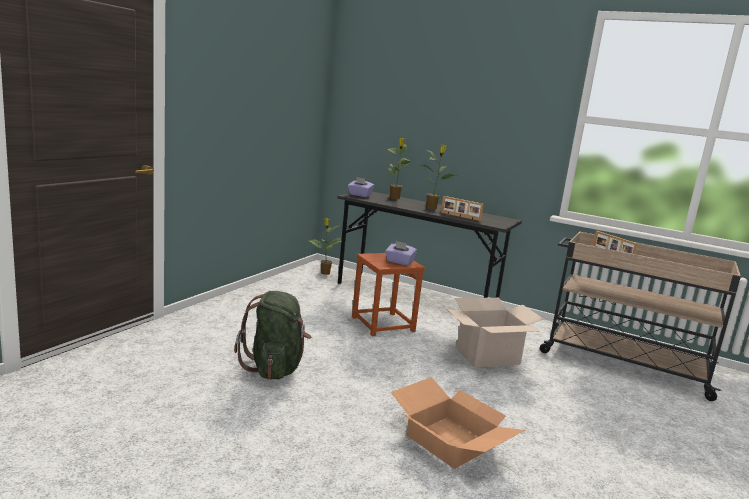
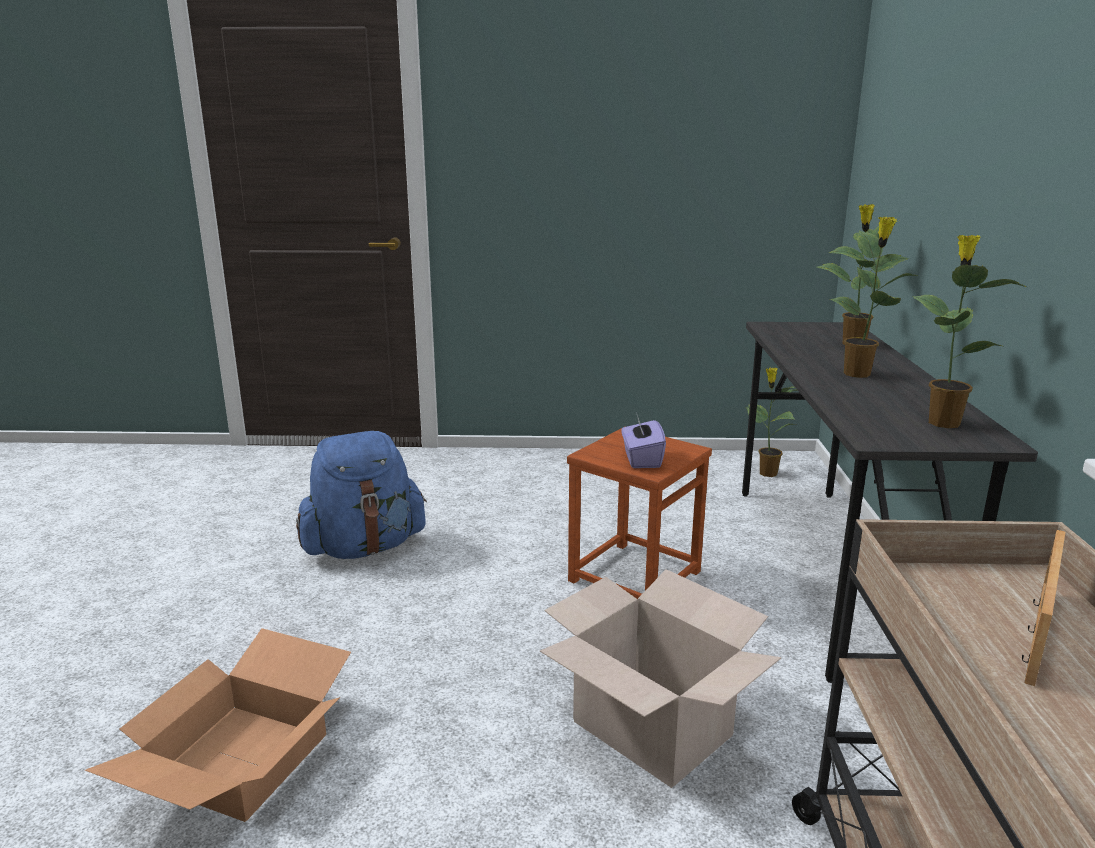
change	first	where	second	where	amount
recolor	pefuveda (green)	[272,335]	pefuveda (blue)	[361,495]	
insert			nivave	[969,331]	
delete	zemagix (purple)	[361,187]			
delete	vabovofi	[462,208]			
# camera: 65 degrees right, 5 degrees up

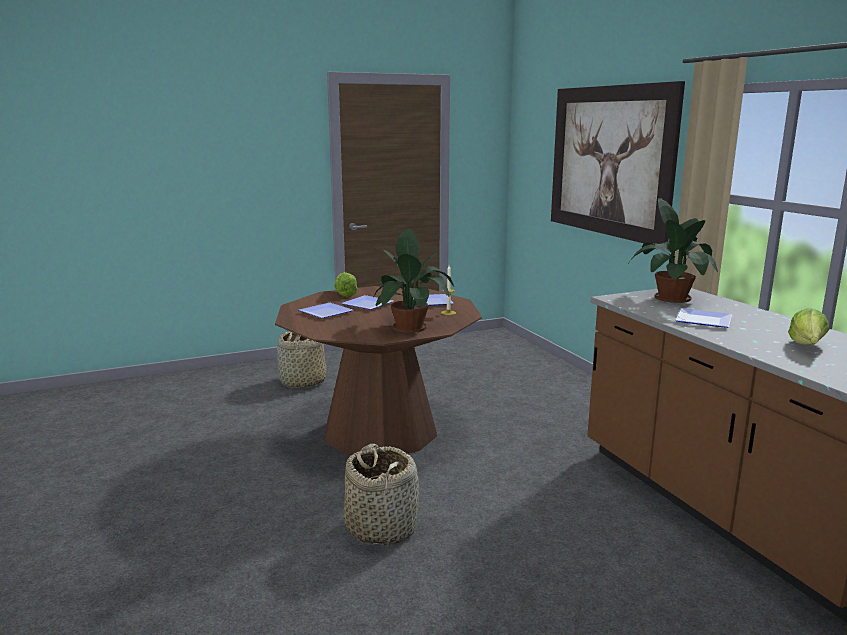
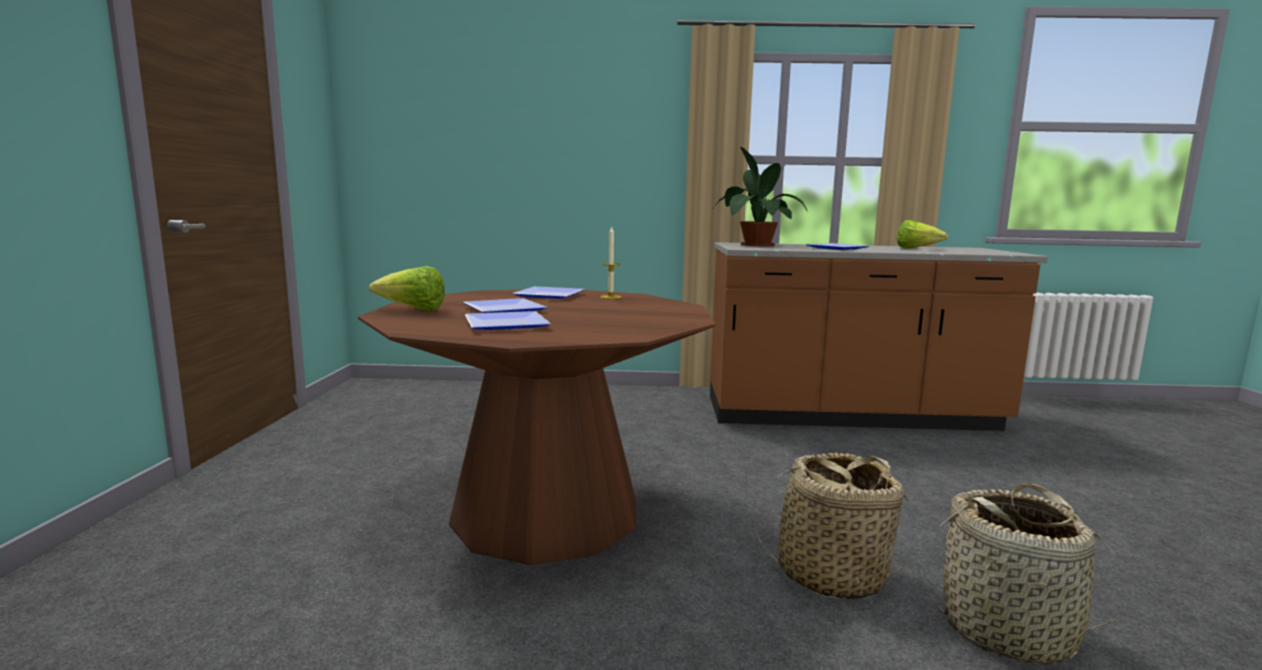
change	first	where	second	where	amount
move	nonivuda	[302,359]		[1028,574]	
delete	nivave	[413,281]			
delete	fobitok	[618,162]			
# camera: 65 degrees left, 5 degrees down

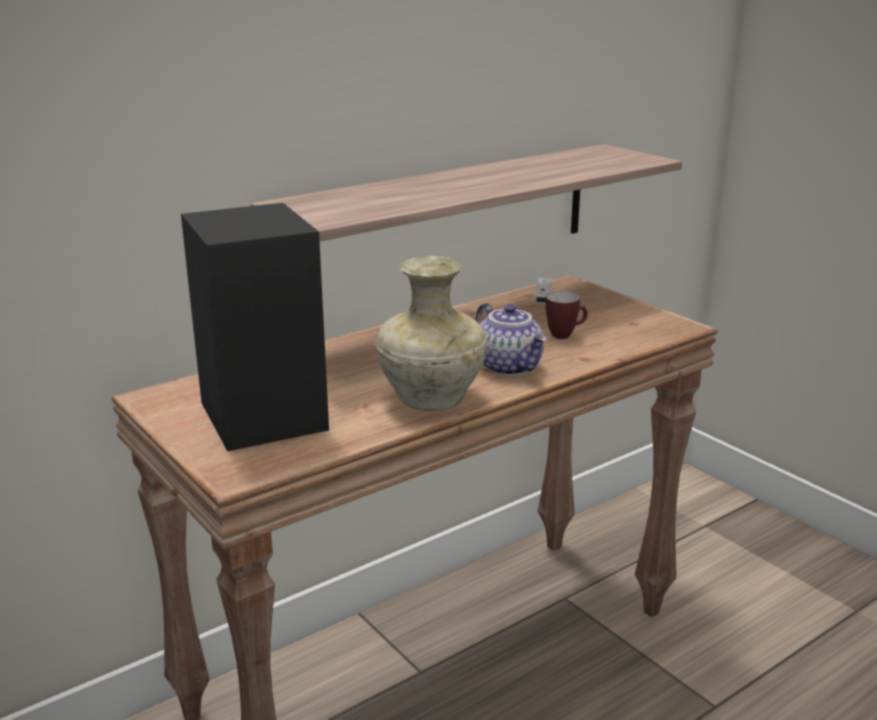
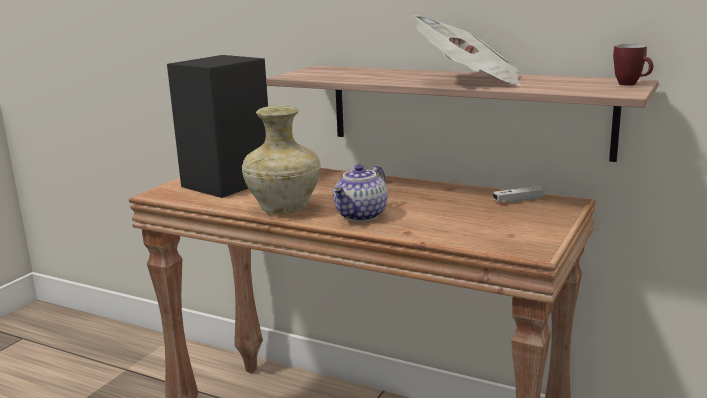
change	first	where	second	where	amount
insert			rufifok	[467,50]	
move	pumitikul	[566,315]		[633,65]	
# camera: 65 degrees right, 5 degrees down

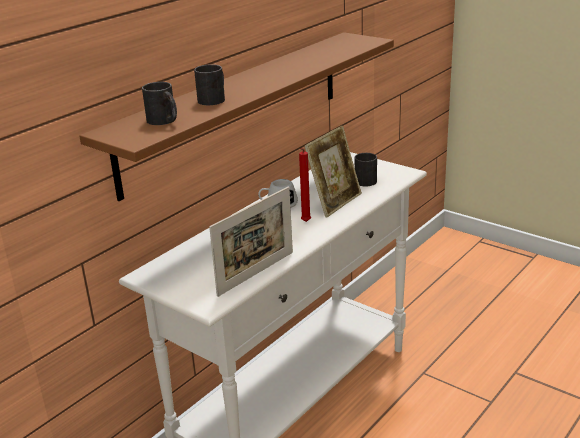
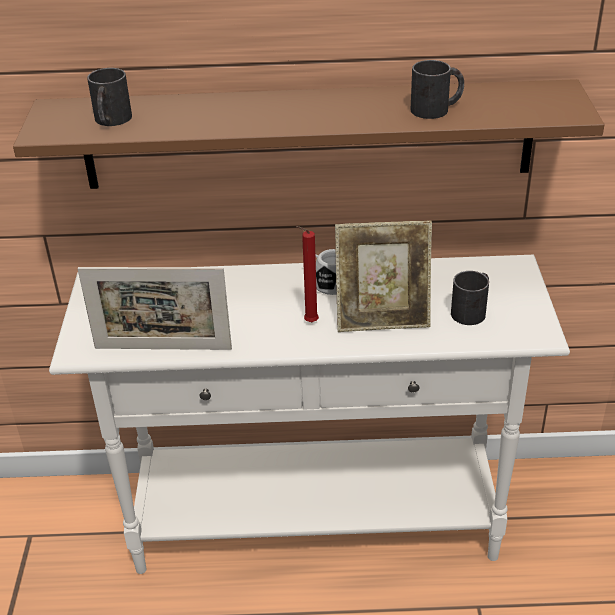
change	first	where	second	where	amount
move	pumitikul (black)	[209,84]		[437,89]	
# camera: 50 degrees right, 10 degrees up

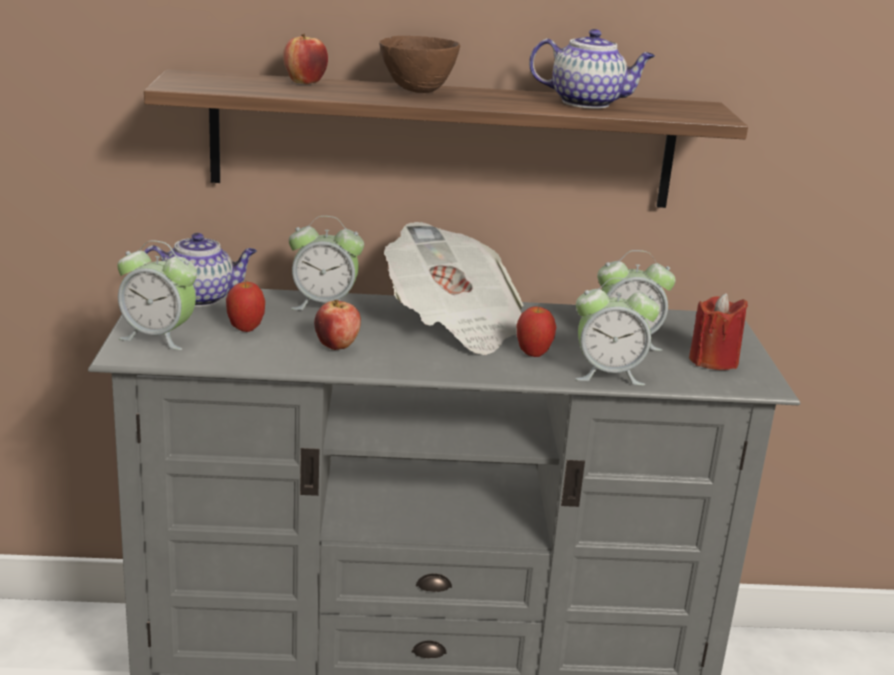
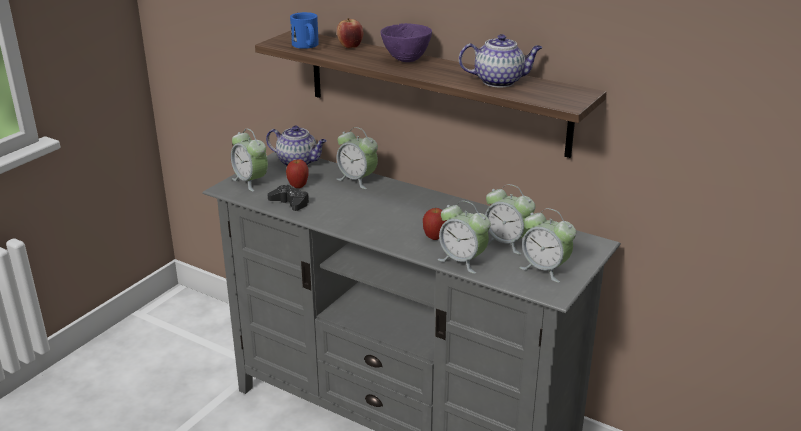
change	first	where	second	where	amount
insert			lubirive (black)	[288,198]	
insert			pumitikul (blue)	[304,30]	
recolor	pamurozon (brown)	[419,64]	pamurozon (purple)	[406,42]	
rotate	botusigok	[592,69]		[500,60]	45 degrees counterclockwise
replace	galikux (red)	[718,331]	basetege	[547,245]	
delete	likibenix	[337,325]			
delete	rufifok	[453,288]			
# camera: 35 degrees right, 5 degrees up

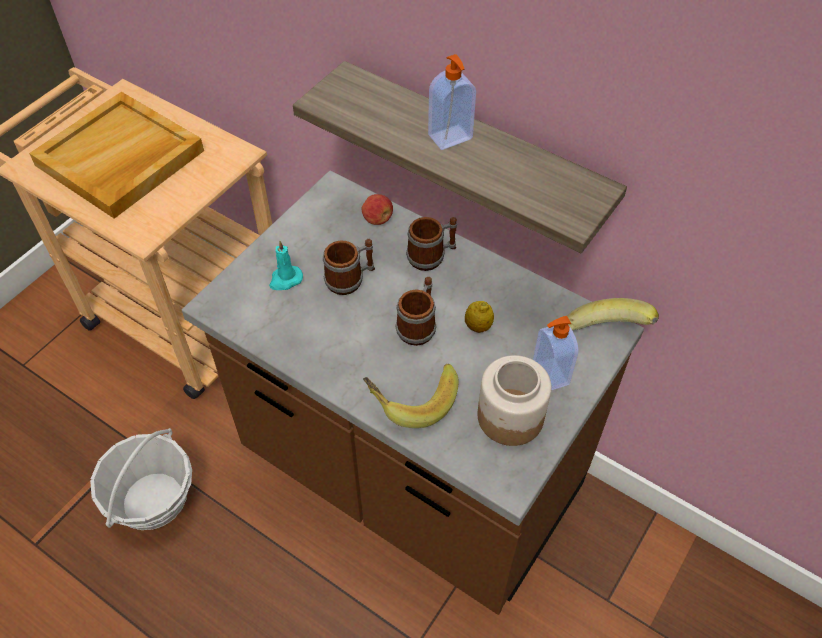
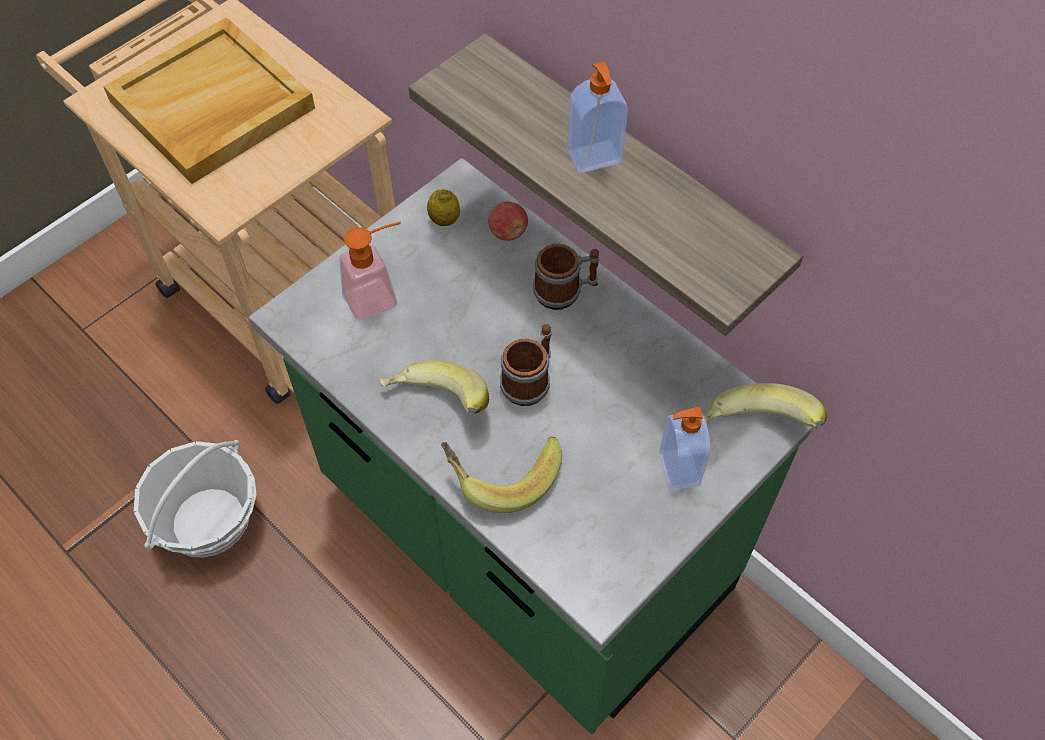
change	first	where	second	where	amount
recolor	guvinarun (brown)	[413,393]	guvinarun (green)	[531,446]	
replace	galikux (turquoise)	[286,265]	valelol	[370,271]	
insert			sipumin	[434,387]	
move	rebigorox	[479,317]		[443,207]	
delete	pumitikul	[349,267]			
delete	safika	[515,400]			
# camera: 10 degrees right, 5 degrees up

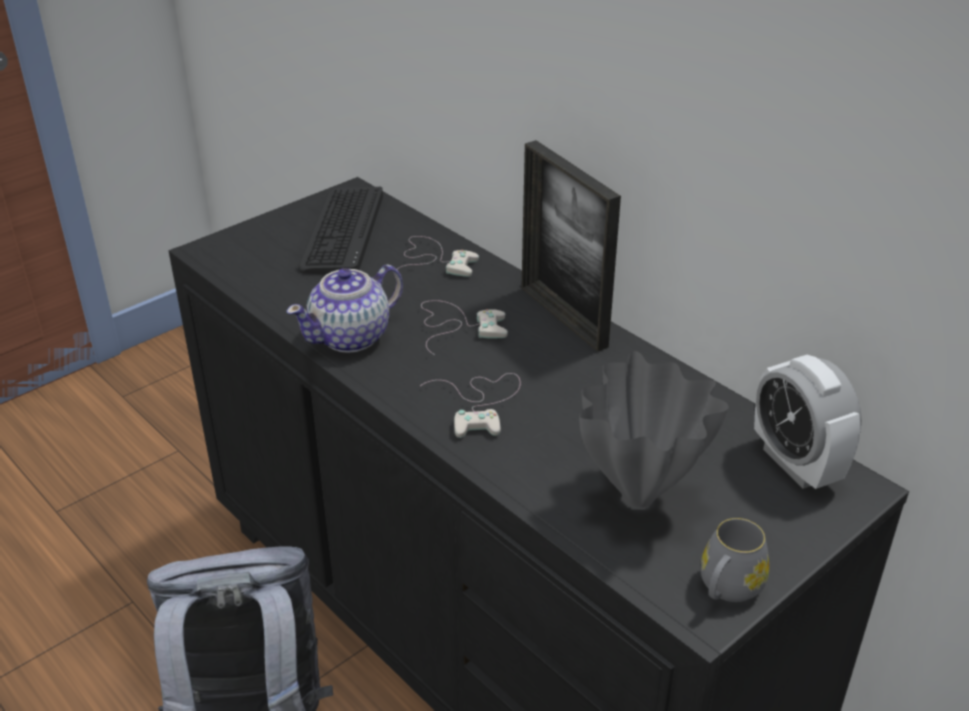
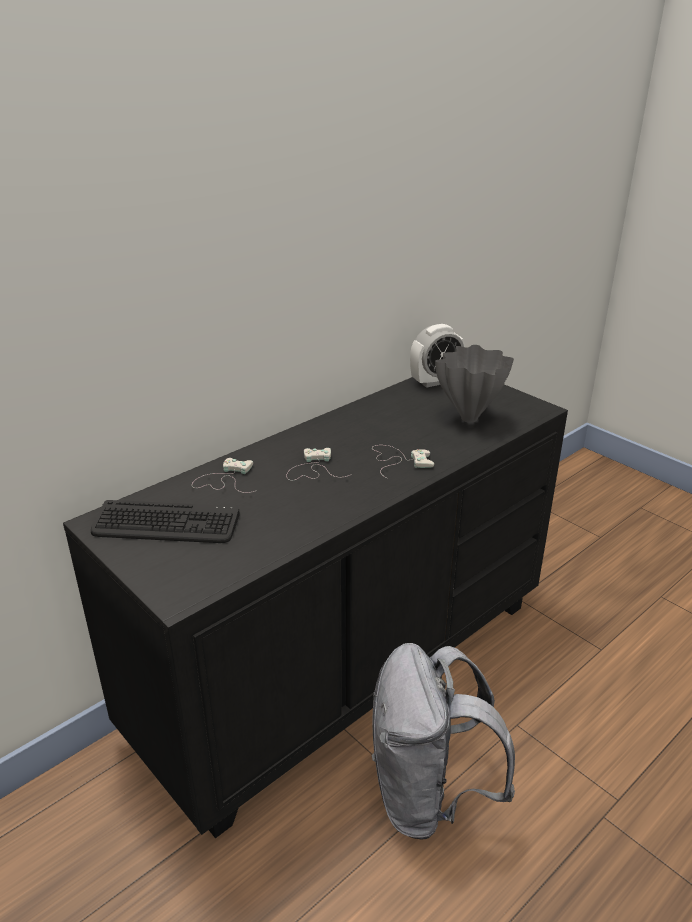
change	first	where	second	where	amount
delete	botusigok	[345,308]			
delete	vabovofi	[571,246]			
delete	pumitikul (grey)	[735,560]			
# camera: 90 degrees left, 5 degrees down

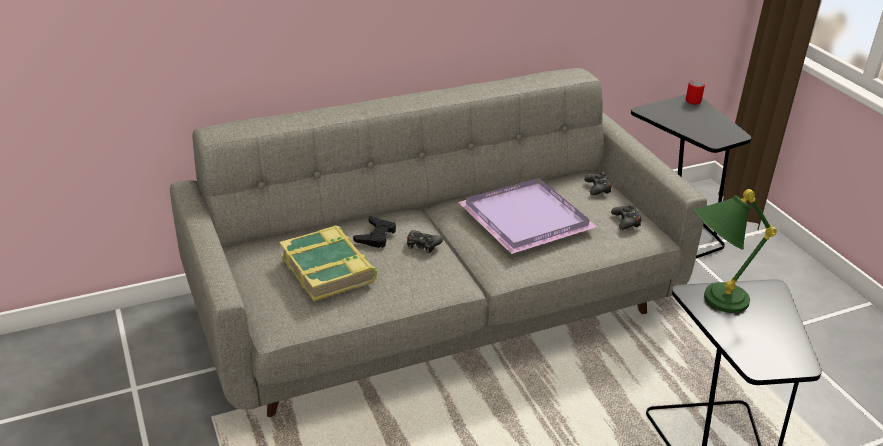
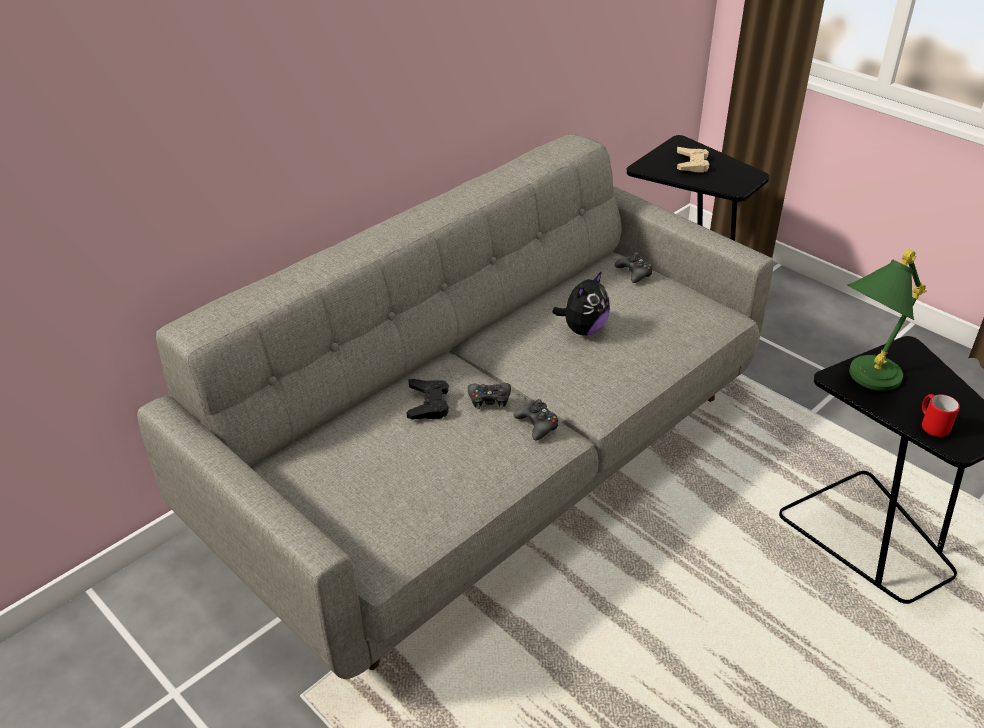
change	first	where	second	where	amount
move	lubirive (black)	[626,217]		[535,419]	
replace	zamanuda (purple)	[527,216]	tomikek	[581,303]	
insert			lubirive (beige)	[693,160]	
move	pumitikul (red)	[695,92]		[941,415]	
delete	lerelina	[328,263]			
# camera: 20 degrees left, 5 degrees up

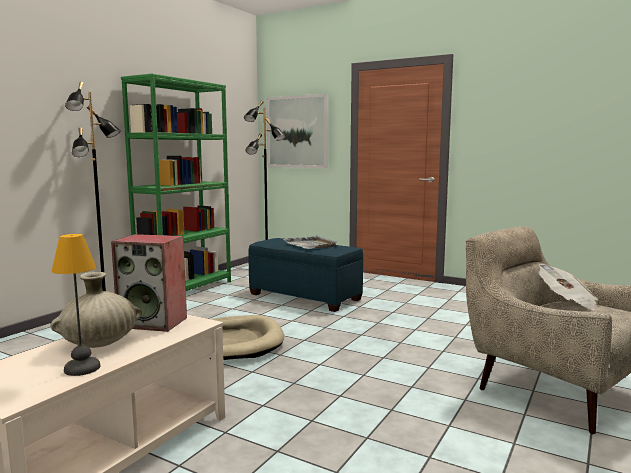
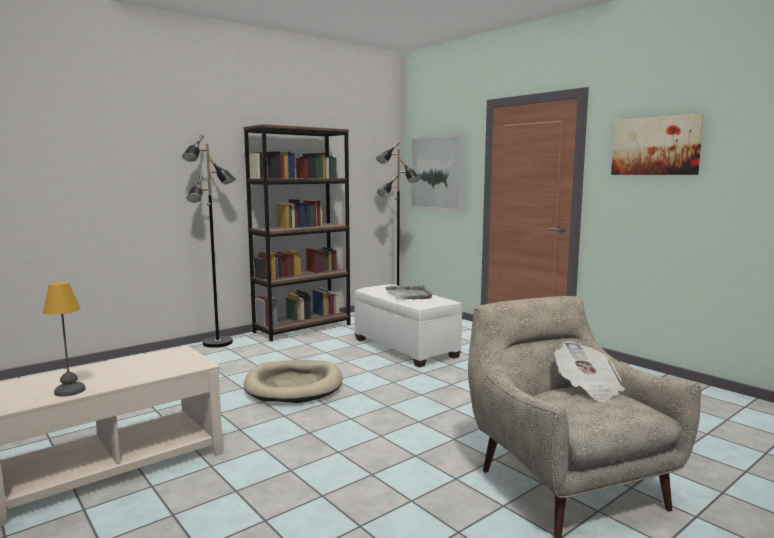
change	first	where	second	where	amount
recolor	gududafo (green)	[176,182]	gududafo (brown)	[296,232]	
recolor	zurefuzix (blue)	[306,275]	zurefuzix (white)	[408,325]	
insert			fobitok	[657,144]	
delete	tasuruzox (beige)	[96,310]			
delete	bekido	[149,283]			
# camera: 20 degrees right, 0 degrees up

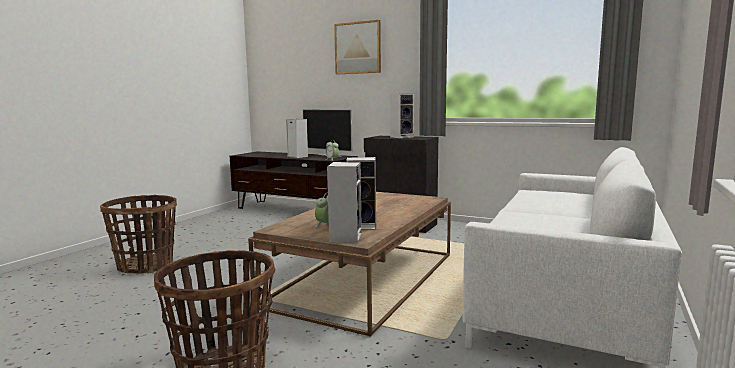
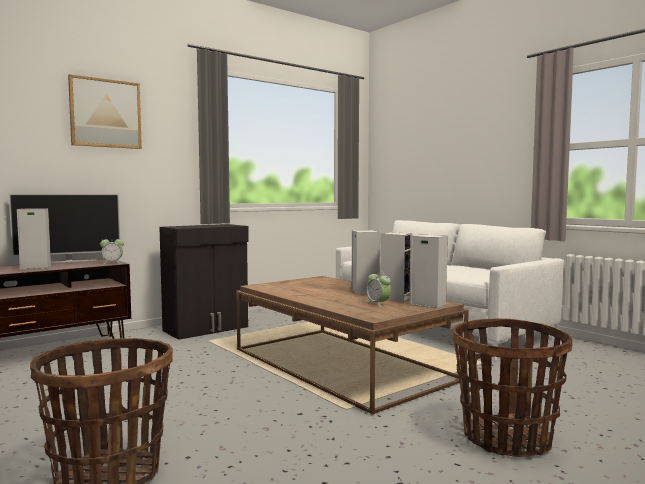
change	first	where	second	where	amount
move	bekido	[402,116]		[365,262]	
# camera: 65 degrees left, 5 degrees down

